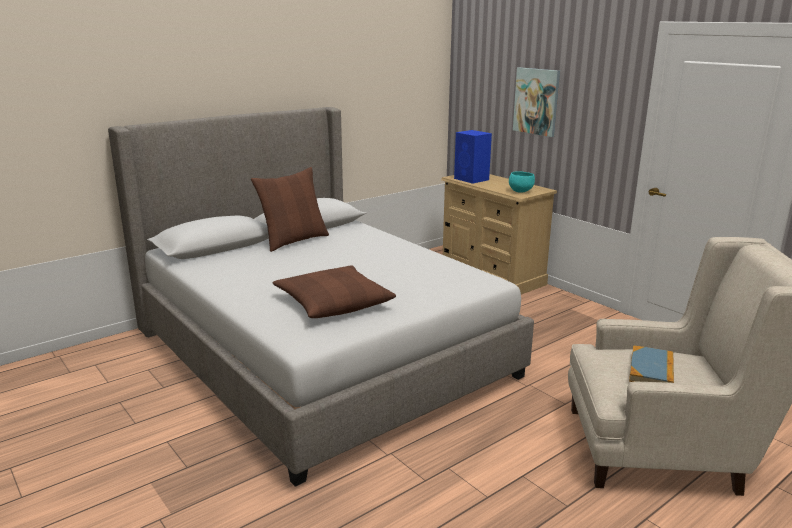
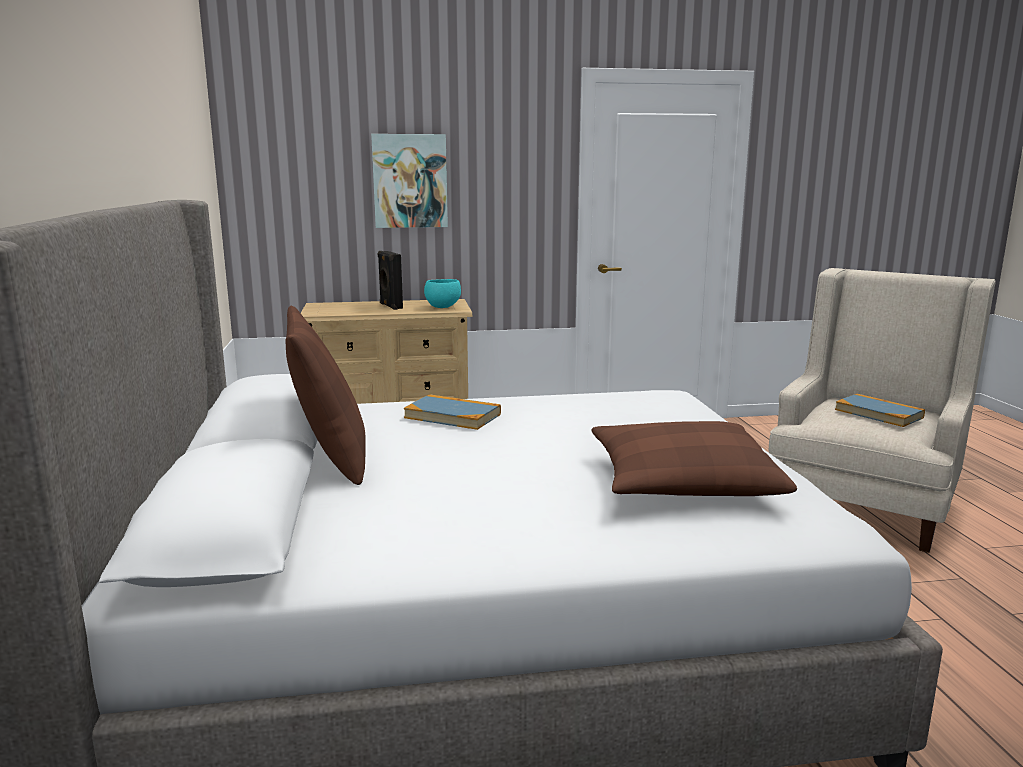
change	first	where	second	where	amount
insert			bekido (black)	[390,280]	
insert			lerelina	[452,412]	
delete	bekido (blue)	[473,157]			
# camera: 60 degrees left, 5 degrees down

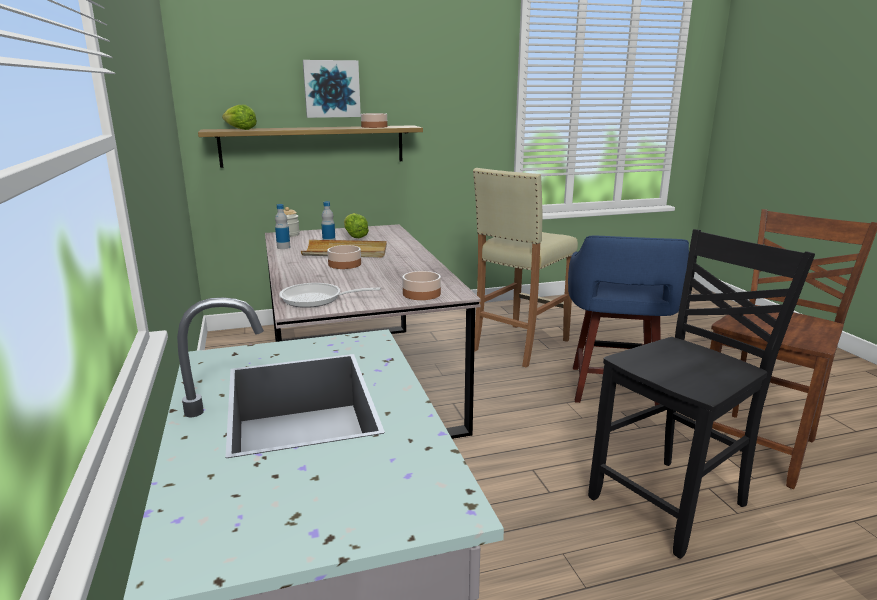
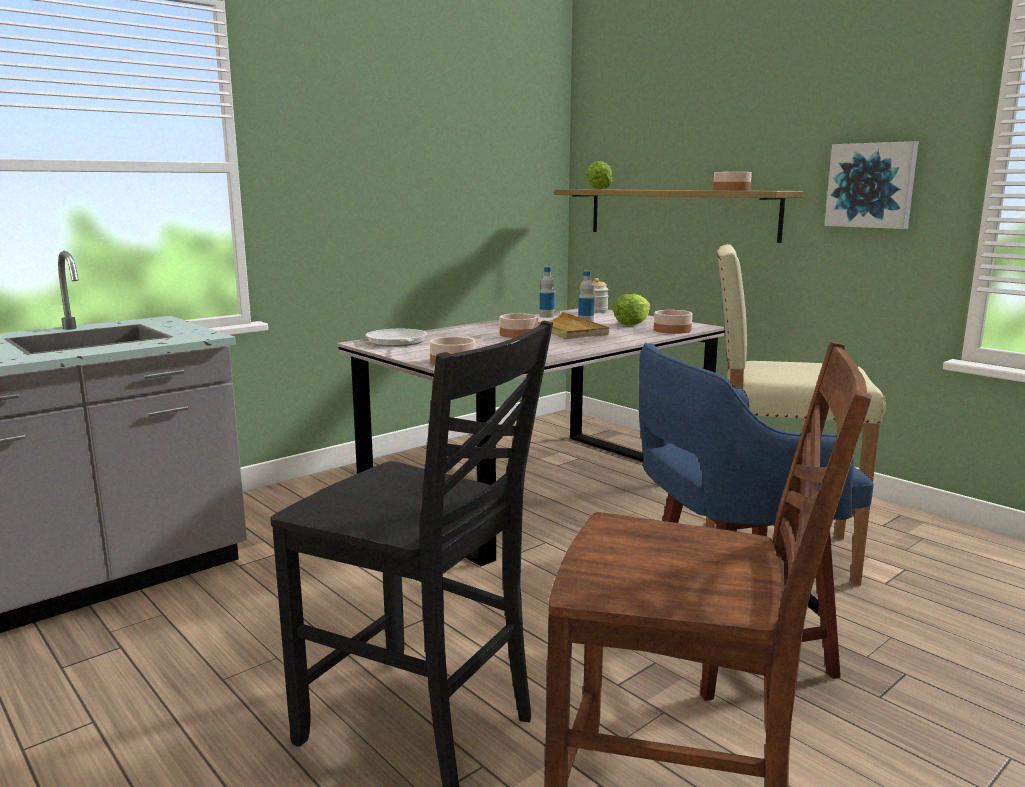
change	first	where	second	where	amount
insert			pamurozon	[673,322]	
move	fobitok	[332,89]		[871,185]	
# camera: 65 degrees right, 5 degrees down

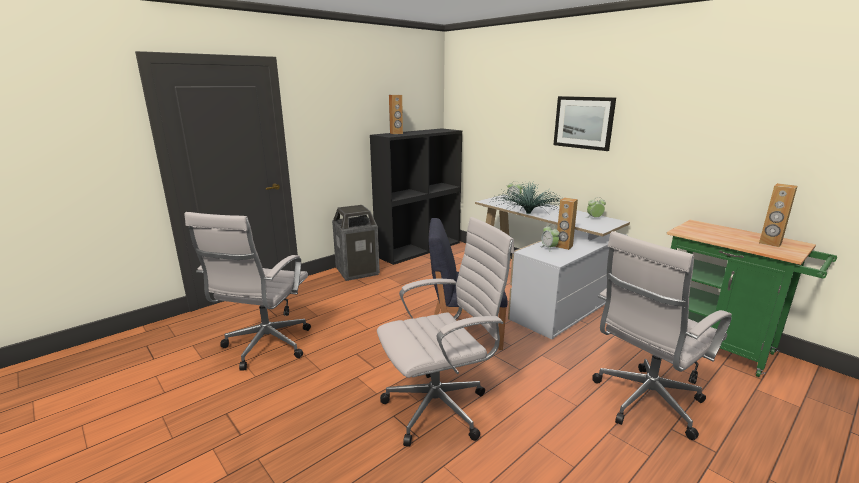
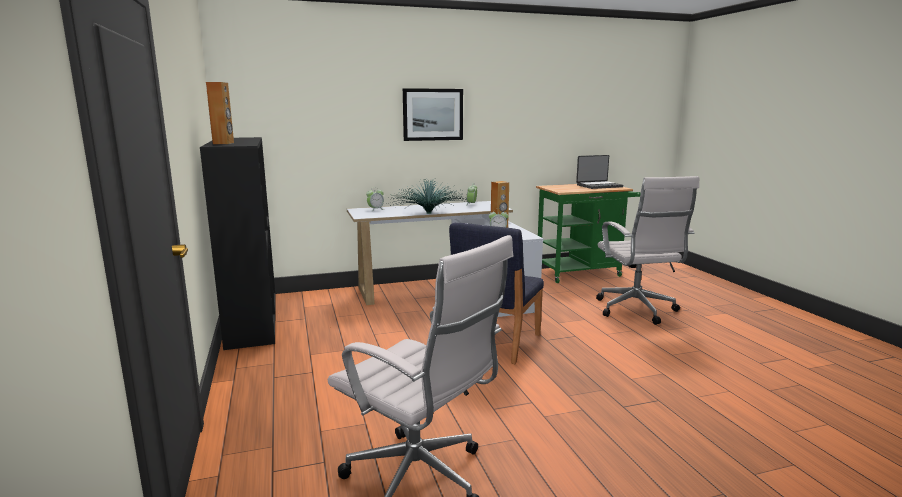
change	first	where	second	where	amount
replace	bekido (brown)	[778,215]	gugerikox	[599,172]	
delete	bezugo	[356,243]			
delete	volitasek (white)	[445,332]			
# camera: 65 degrees left, 5 degrees down

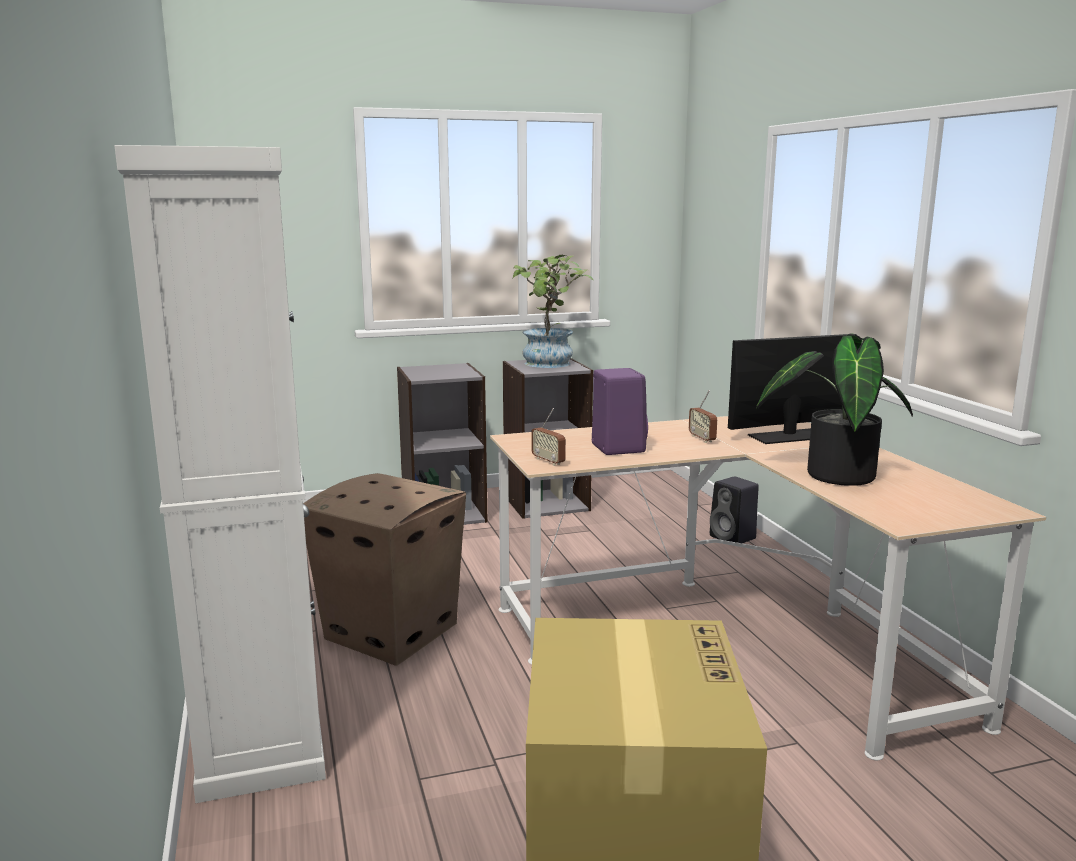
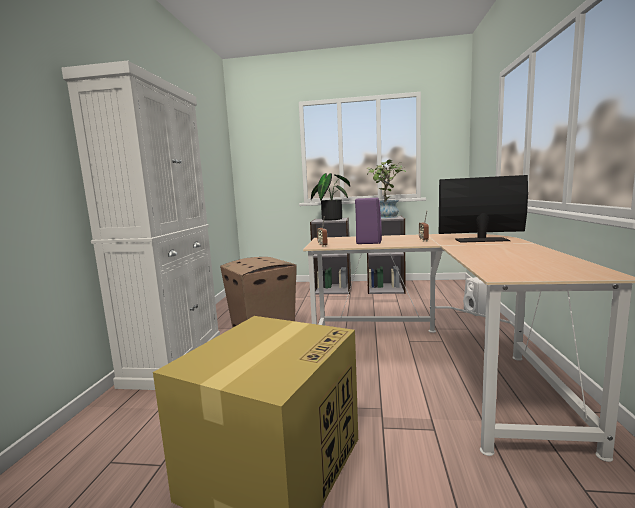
change	first	where	second	where	amount
move	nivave	[834,409]		[330,196]	
recolor	bekido (black)	[734,509]	bekido (white)	[475,296]	
# camera: 25 degrees right, 5 degrees down

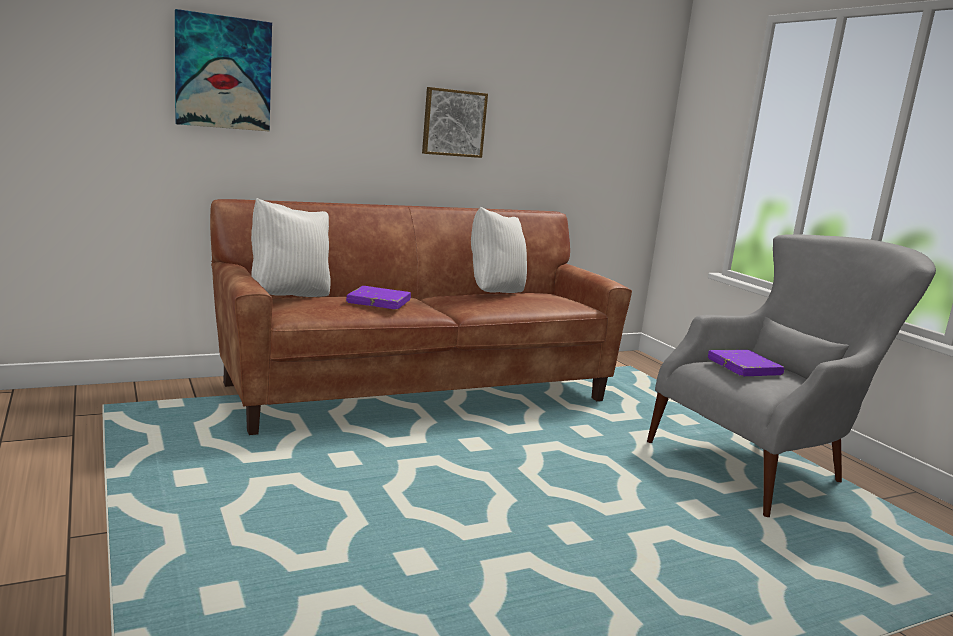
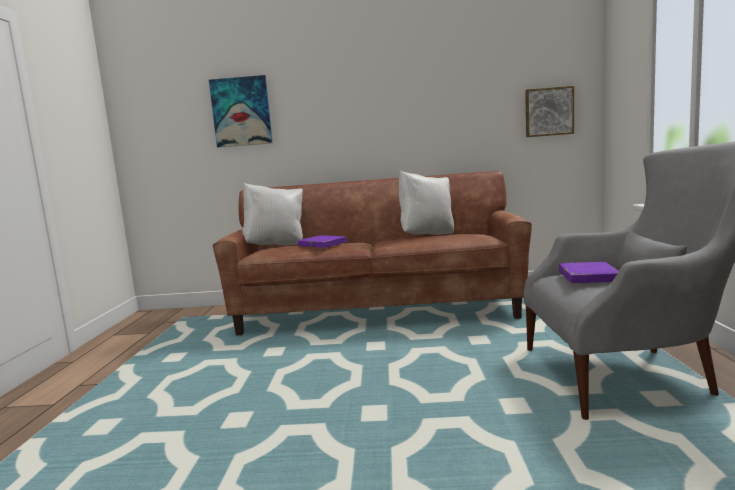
change	first	where	second	where	amount
move	fobitok	[455,122]		[549,111]	
# camera: 30 degrees right, 5 degrees down

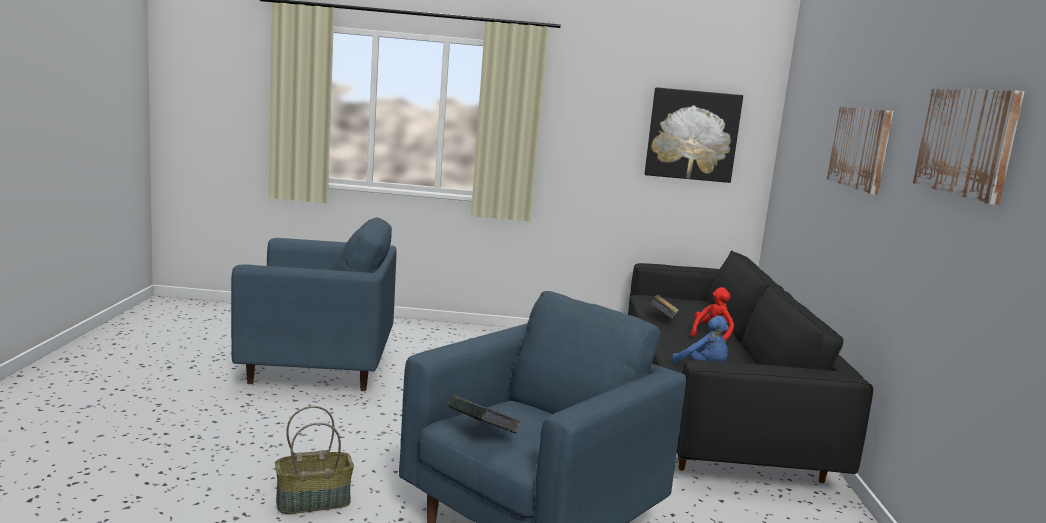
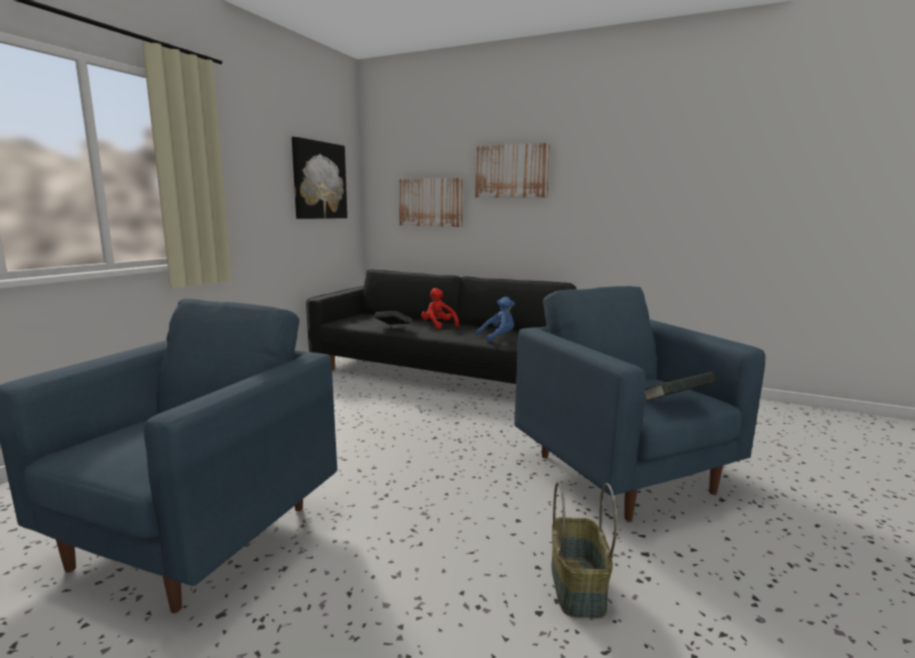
change	first	where	second	where	amount
move	fobitok	[969,147]		[431,202]	
# camera: 65 degrees left, 0 degrees up

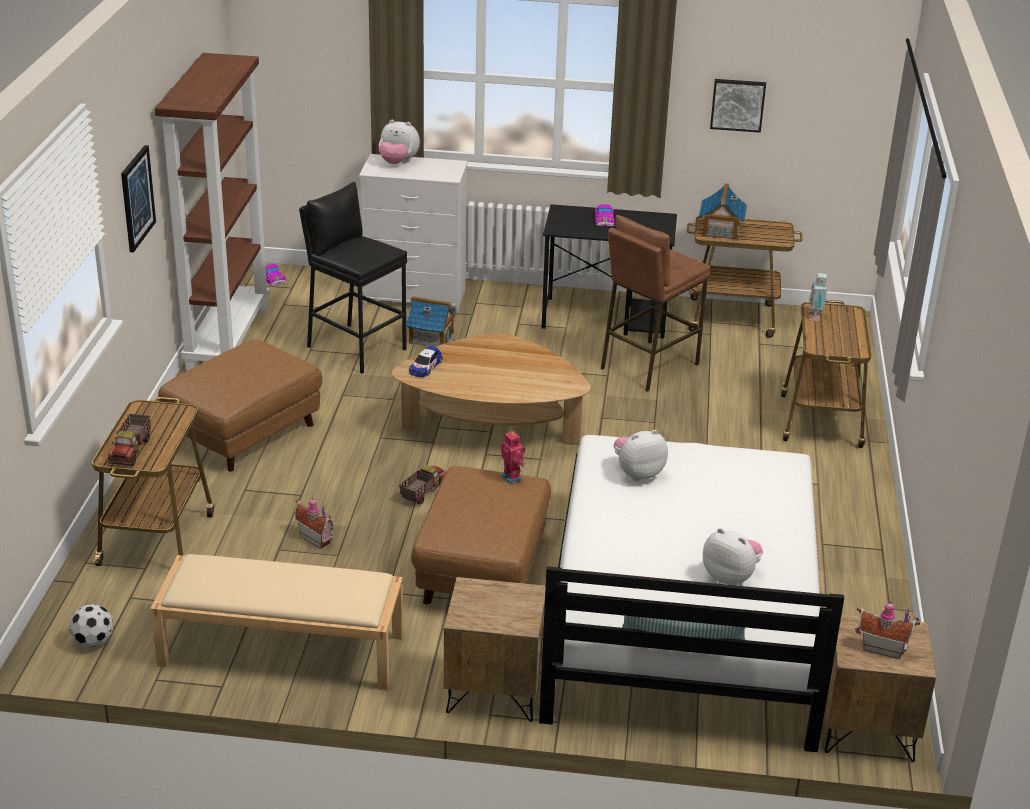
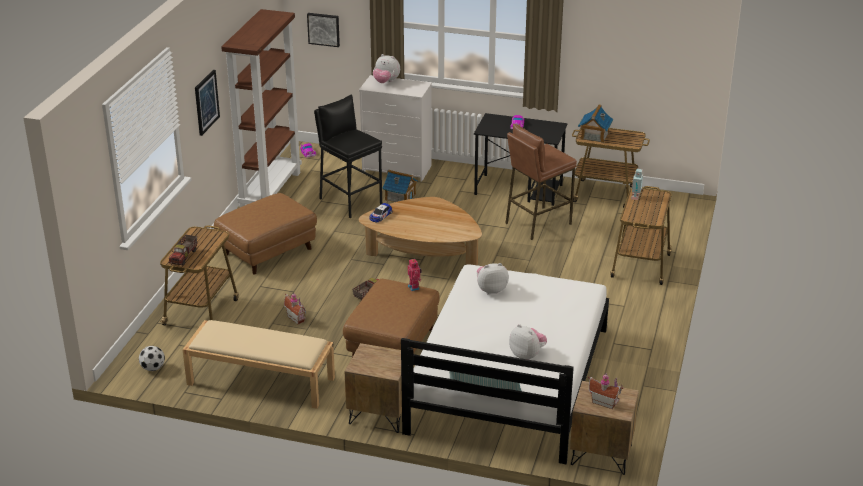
change	first	where	second	where	amount
move	fobitok	[738,106]		[323,30]	
# camera: 10 degrees right, 0 degrees up

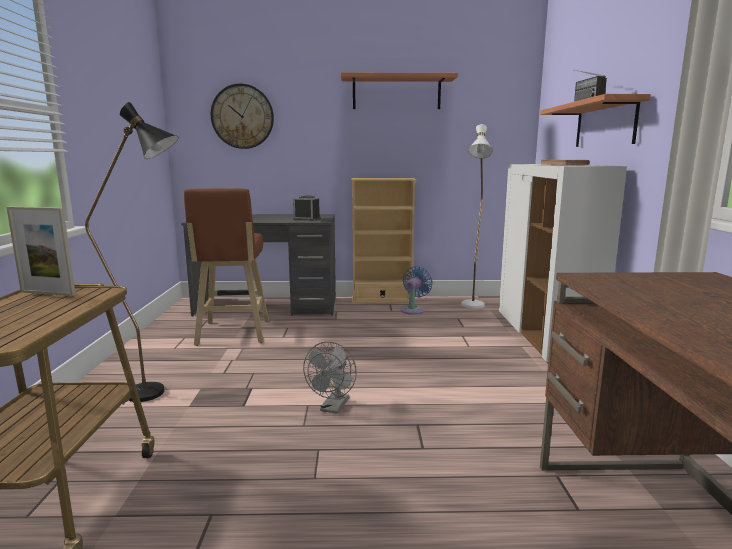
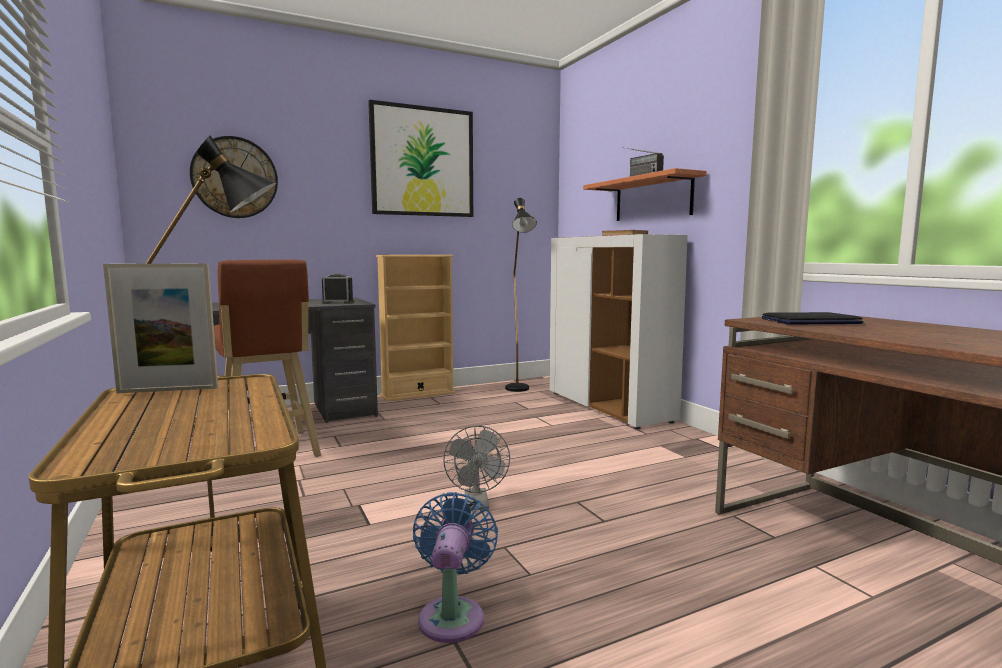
change	first	where	second	where	amount
replace	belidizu	[399,91]	fobitok	[420,158]	
move	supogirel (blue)	[417,290]		[455,567]	
recolor	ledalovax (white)	[477,216]	ledalovax (black)	[521,295]	
insert			gugerikox	[813,318]	
# camera: 25 degrees left, 5 degrees down

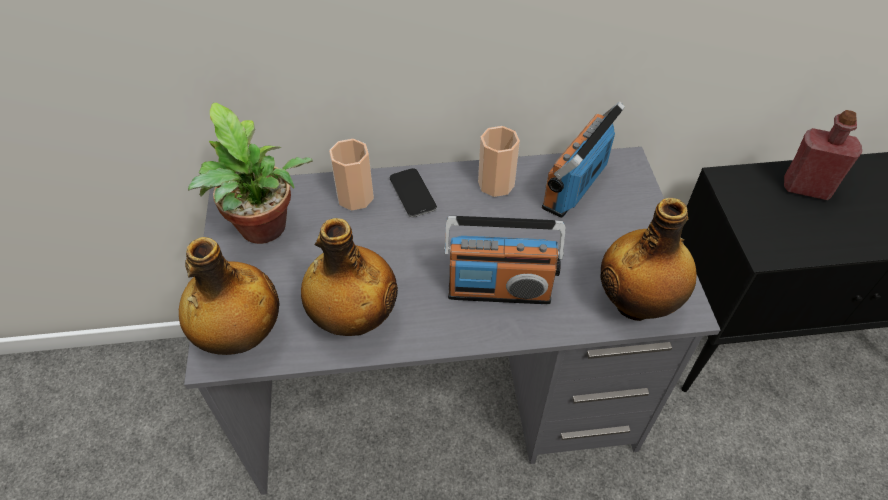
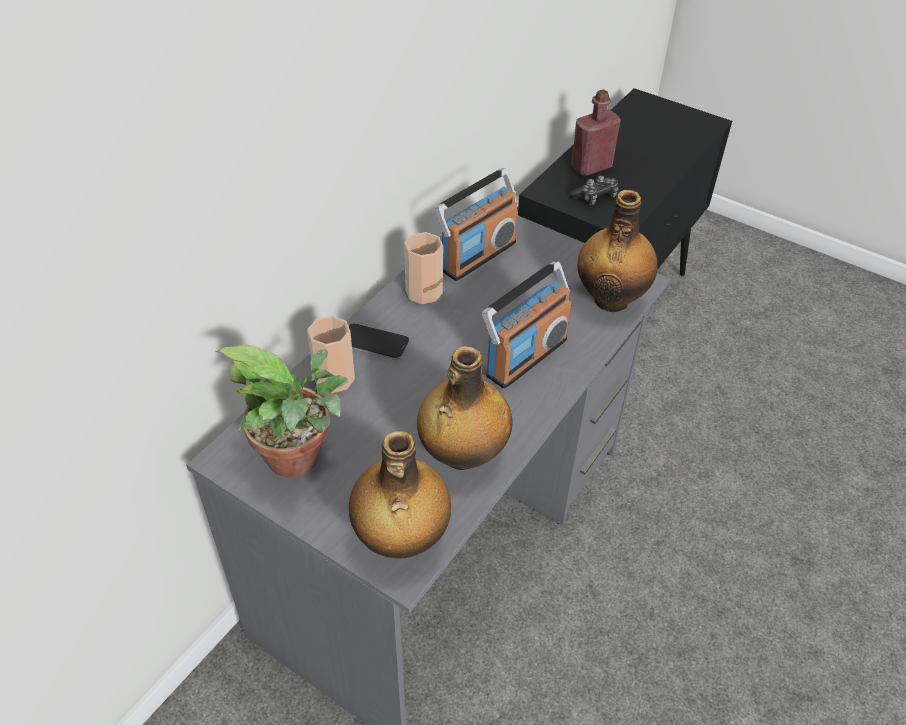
change	first	where	second	where	amount
rotate	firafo	[583,160]		[476,224]	120 degrees counterclockwise
insert			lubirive	[594,190]	
# camera: 50 degrees left, 5 degrees down

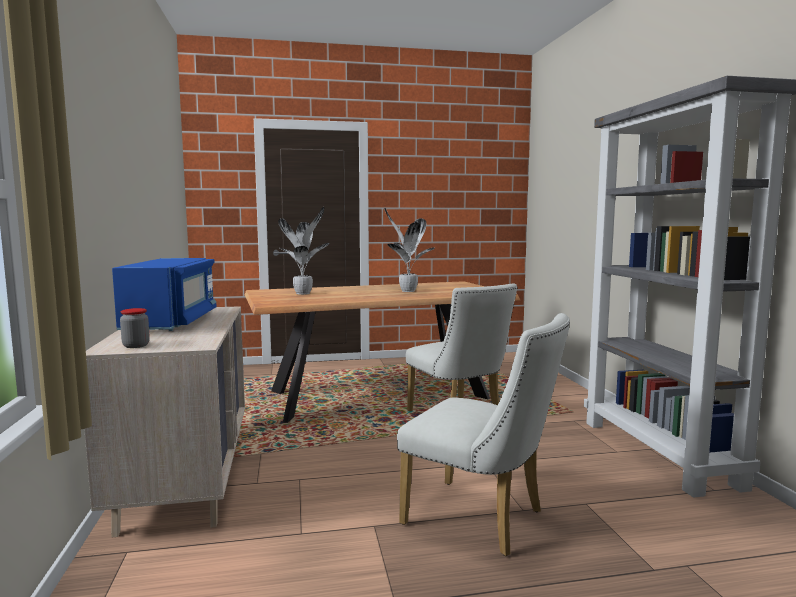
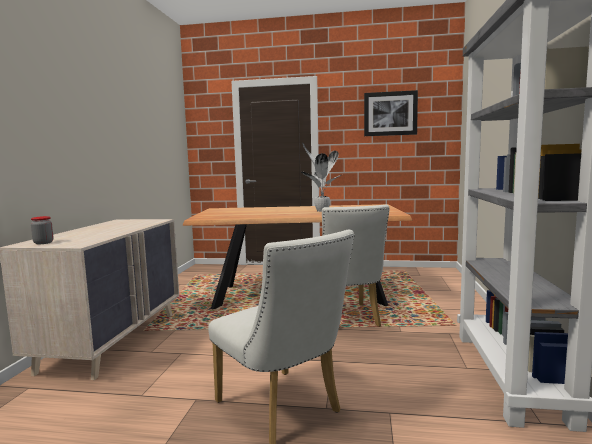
change	first	where	second	where	amount
insert			fobitok	[391,113]	
delete	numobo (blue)	[164,294]			
delete	nivave	[303,251]			
# camera: 20 degrees right, 0 degrees up

